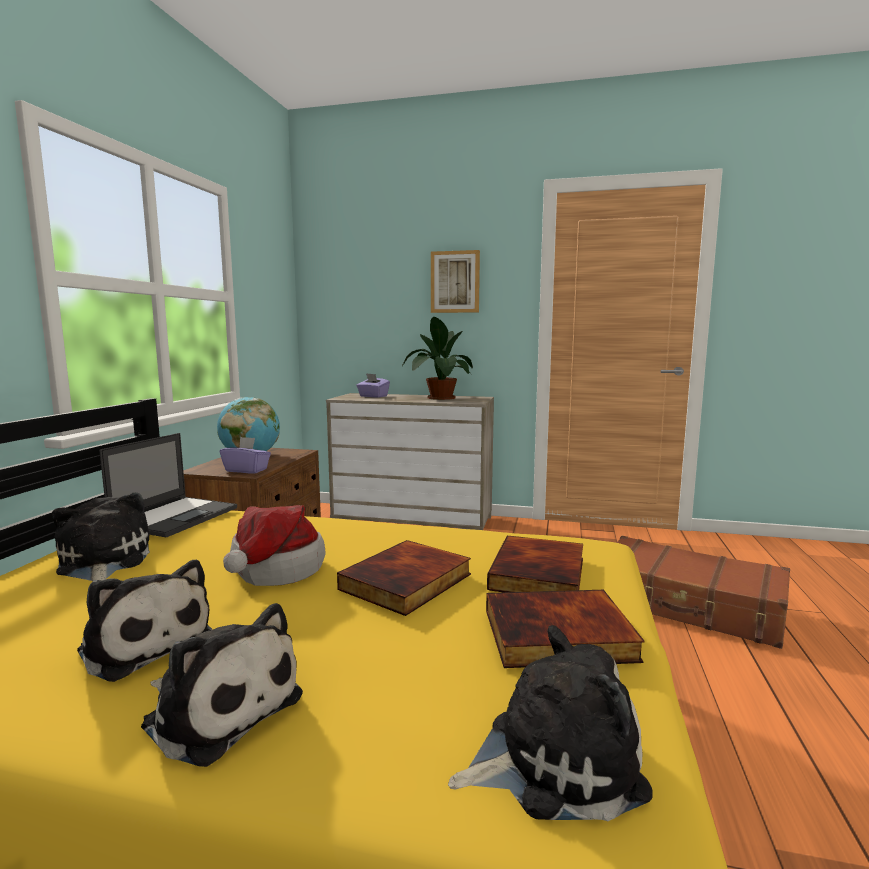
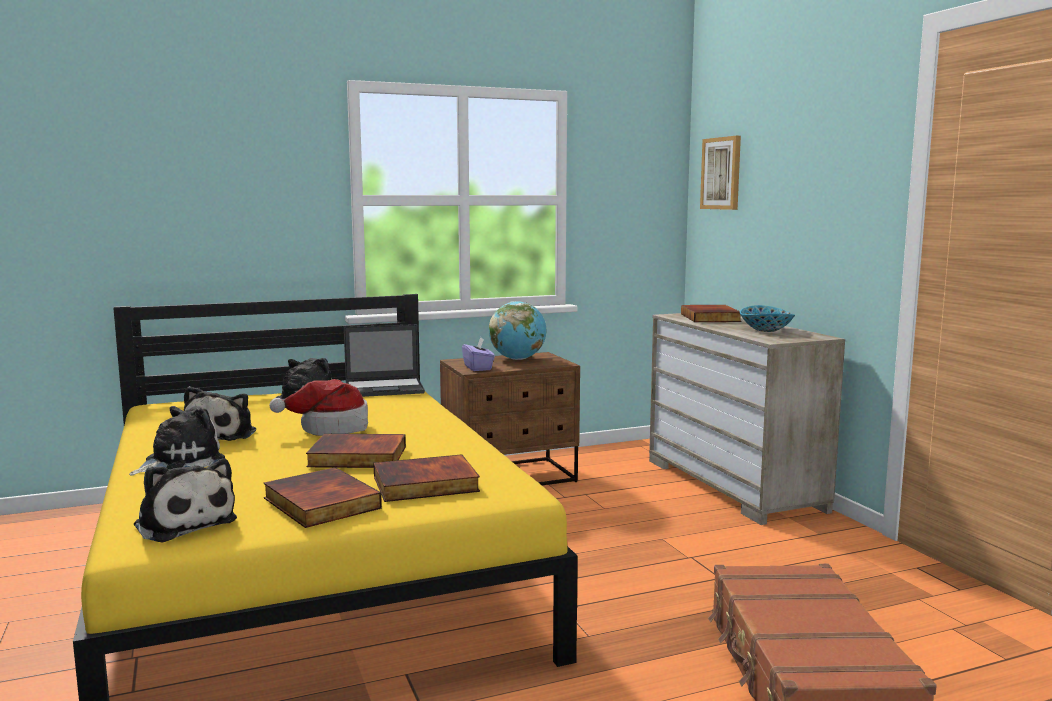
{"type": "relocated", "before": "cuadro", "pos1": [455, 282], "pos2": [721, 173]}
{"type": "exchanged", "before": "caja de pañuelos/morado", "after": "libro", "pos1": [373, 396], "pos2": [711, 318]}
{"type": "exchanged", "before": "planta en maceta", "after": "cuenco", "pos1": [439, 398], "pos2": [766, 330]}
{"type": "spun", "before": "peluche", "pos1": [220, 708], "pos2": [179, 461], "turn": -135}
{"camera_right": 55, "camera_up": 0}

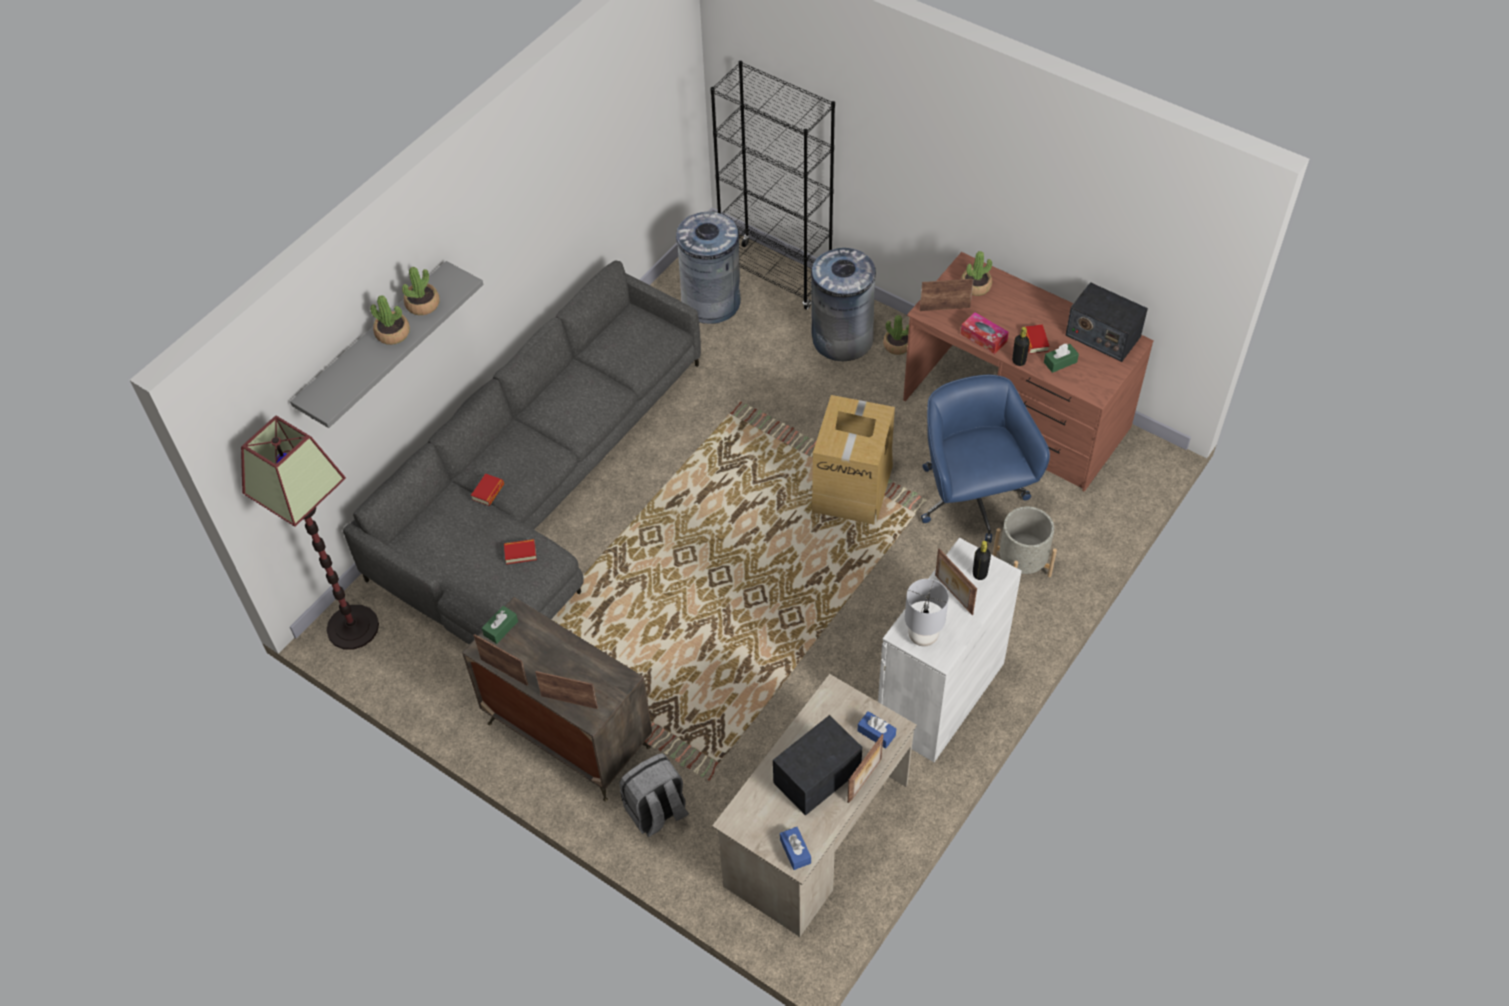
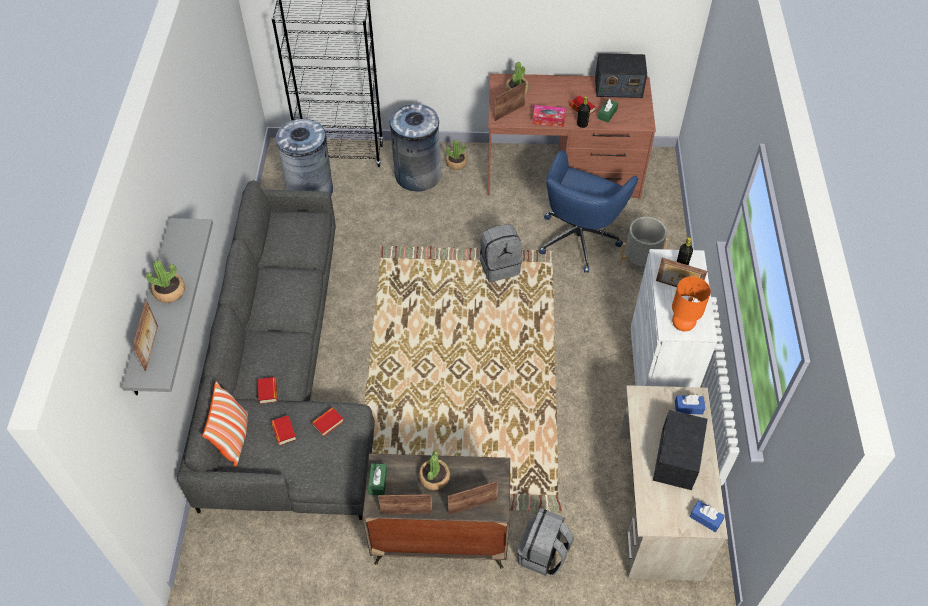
{"type": "missing", "before": "lámpara de pie", "pos1": [353, 627]}
{"type": "appeared", "after": "cojín", "pos2": [233, 438]}
{"type": "appeared", "after": "libro", "pos2": [284, 432]}
{"type": "relocated", "before": "planta en maceta", "pos1": [422, 304], "pos2": [434, 477]}
{"type": "relocated", "before": "portarretratos", "pos1": [865, 780], "pos2": [152, 348]}
{"type": "exchanged", "before": "caja de cartón", "after": "mochila/gris", "pos1": [852, 487], "pos2": [499, 266]}
{"type": "colour", "before": "lámpara de mesa/gris", "after": "lámpara de mesa/naranja", "pos1": [922, 636], "pos2": [682, 324]}
{"type": "spun", "before": "silla de oficina/azul", "pos1": [971, 500], "pos2": [579, 237], "turn": -105}
{"camera_right": -35, "camera_up": 0}

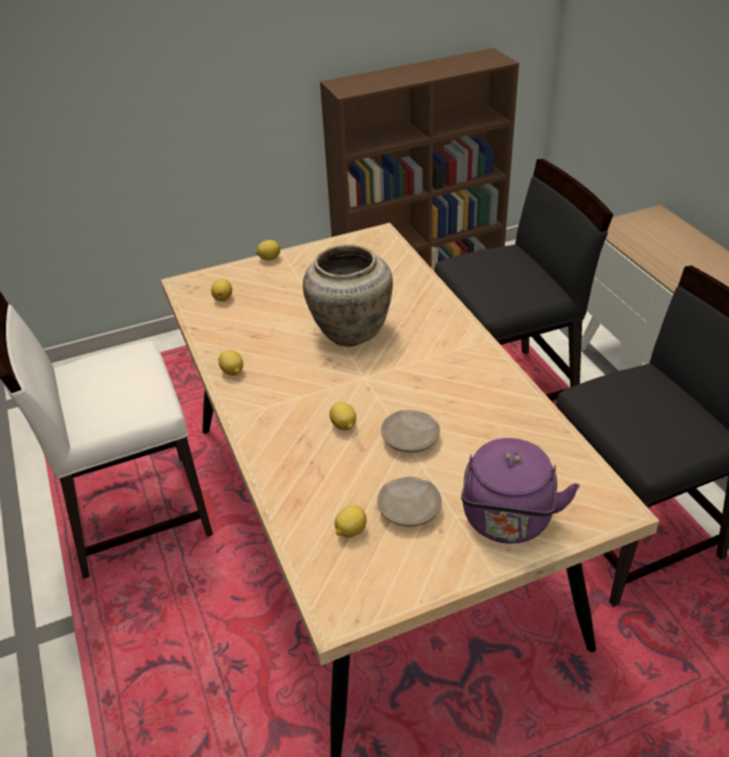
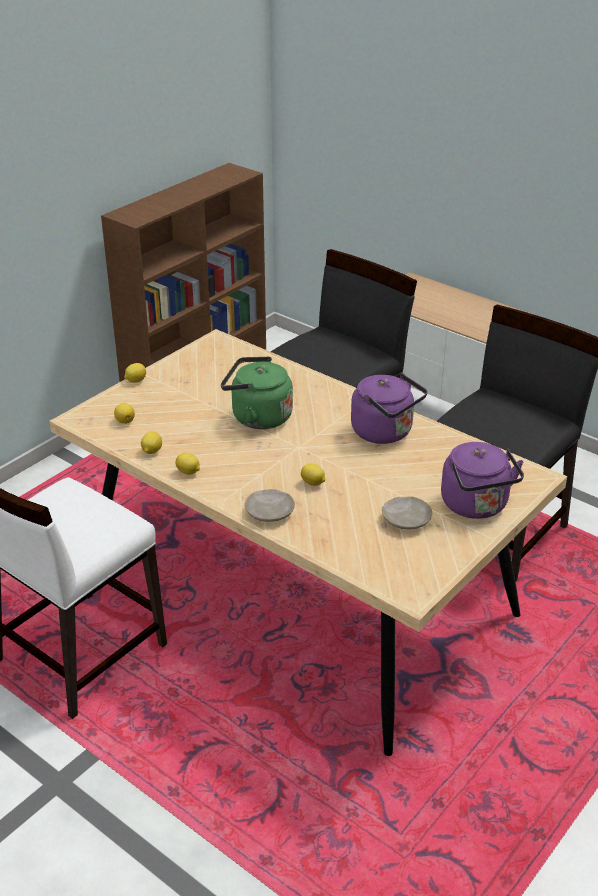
{"type": "appeared", "after": "hervidor/morado", "pos2": [385, 432]}
{"type": "relocated", "before": "limón", "pos1": [350, 531], "pos2": [151, 451]}
{"type": "relocated", "before": "plato/beis", "pos1": [411, 438], "pos2": [270, 512]}
{"type": "exchanged", "before": "florero/beis", "after": "hervidor/verde", "pos1": [350, 330], "pos2": [257, 417]}
{"camera_right": -30, "camera_up": -5}

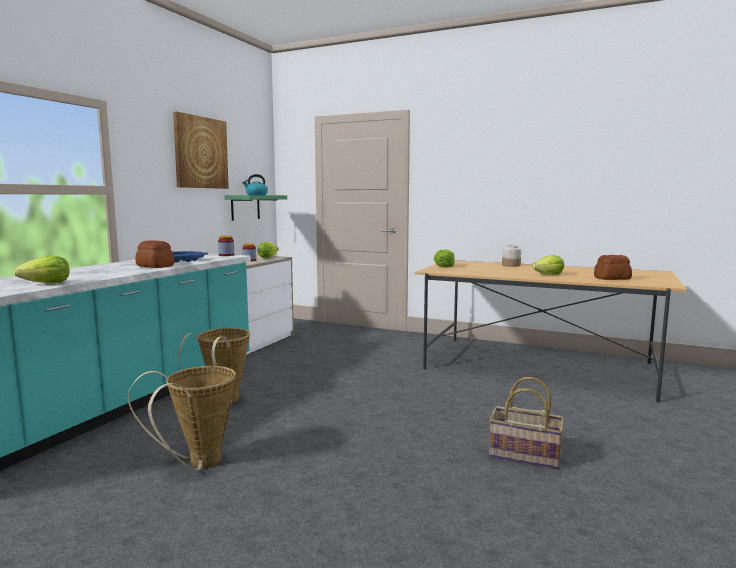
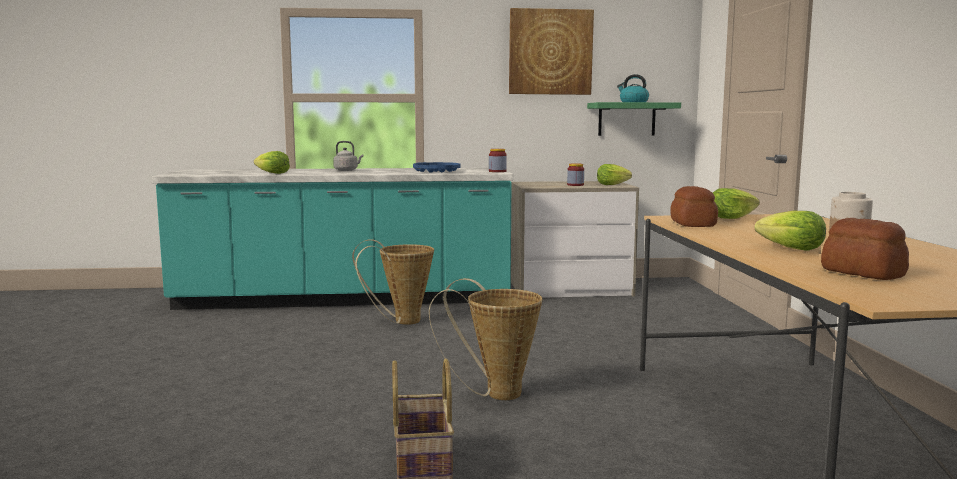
{"type": "appeared", "after": "hervidor/gris", "pos2": [347, 170]}
{"type": "relocated", "before": "cesta", "pos1": [198, 464], "pos2": [495, 393]}
{"type": "relocated", "before": "pan", "pos1": [155, 266], "pos2": [693, 224]}
{"camera_right": 60, "camera_up": 0}

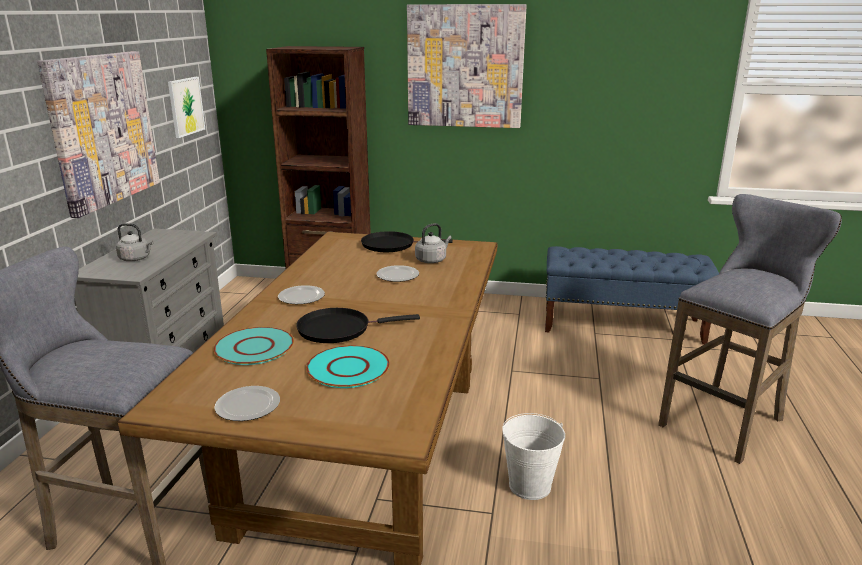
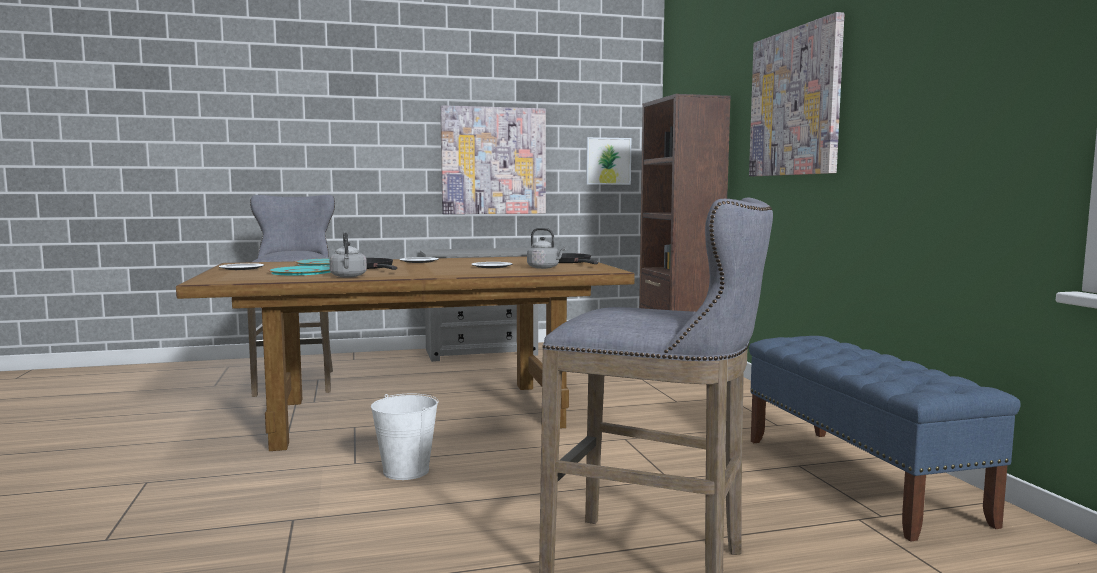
{"type": "relocated", "before": "hervidor/gris", "pos1": [136, 259], "pos2": [348, 276]}
{"camera_right": 65, "camera_up": -15}

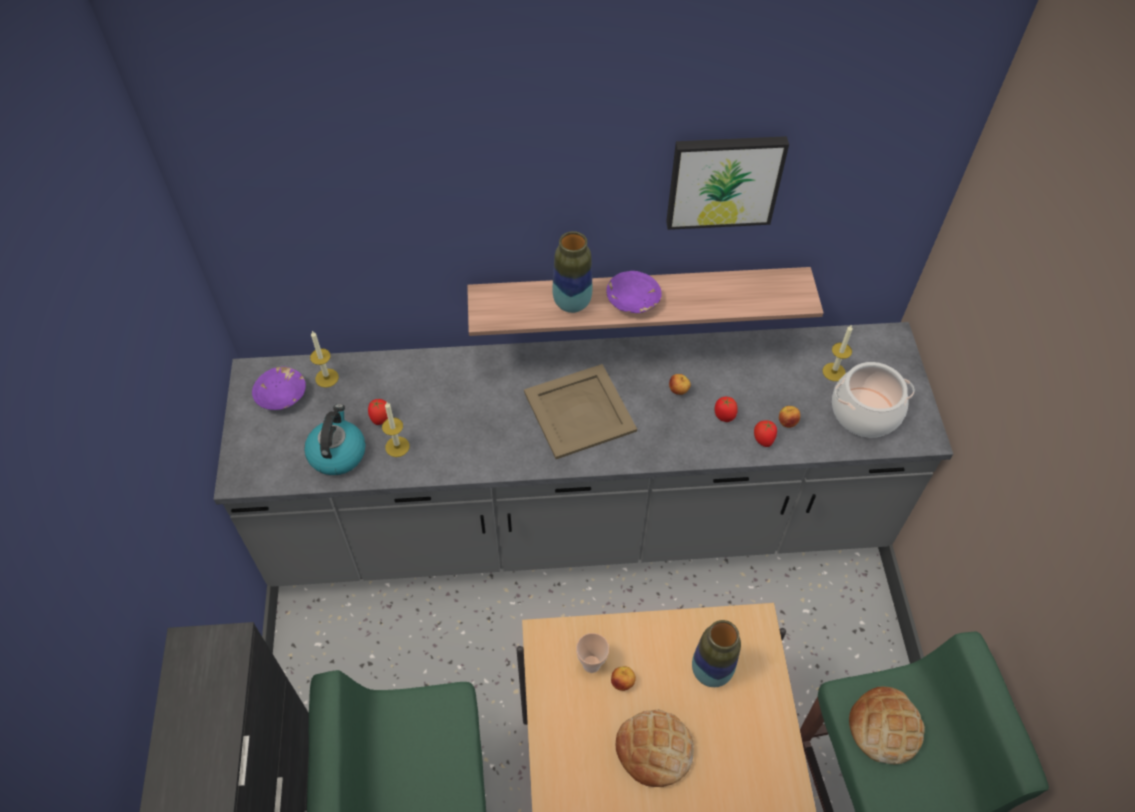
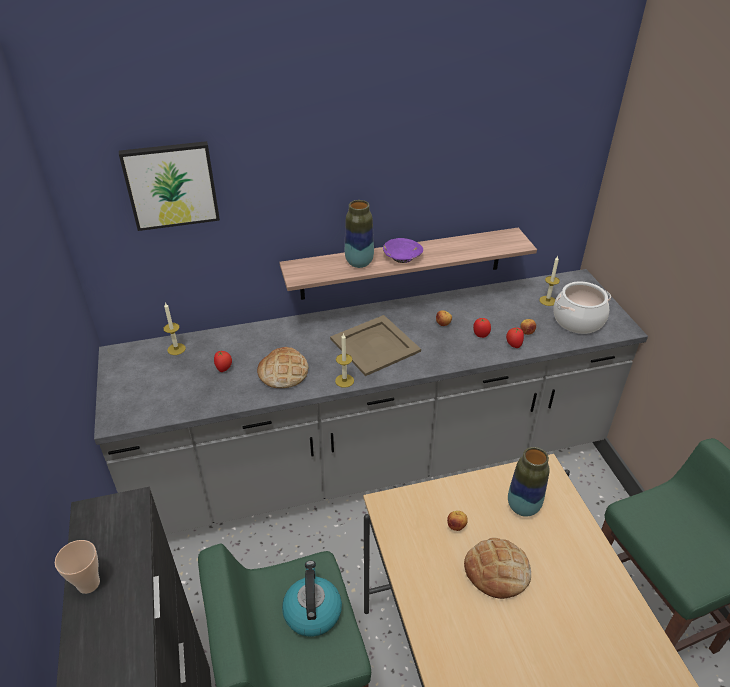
{"type": "missing", "before": "cuenco/morado", "pos1": [282, 395]}
{"type": "relocated", "before": "hervidor", "pos1": [337, 453], "pos2": [312, 611]}
{"type": "relocated", "before": "vela", "pos1": [397, 446], "pos2": [344, 380]}
{"type": "relocated", "before": "taza", "pos1": [591, 664], "pos2": [88, 583]}
{"type": "relocated", "before": "cuadro", "pos1": [724, 180], "pos2": [171, 185]}
{"type": "relocated", "before": "pan", "pos1": [884, 727], "pos2": [283, 372]}
{"camera_right": -10, "camera_up": -15}

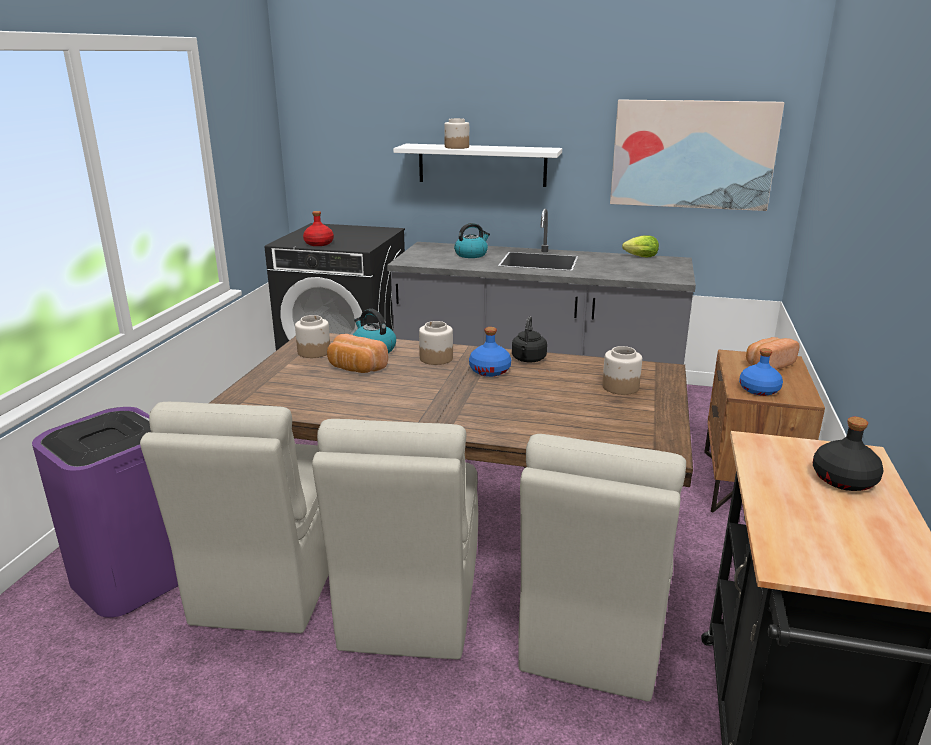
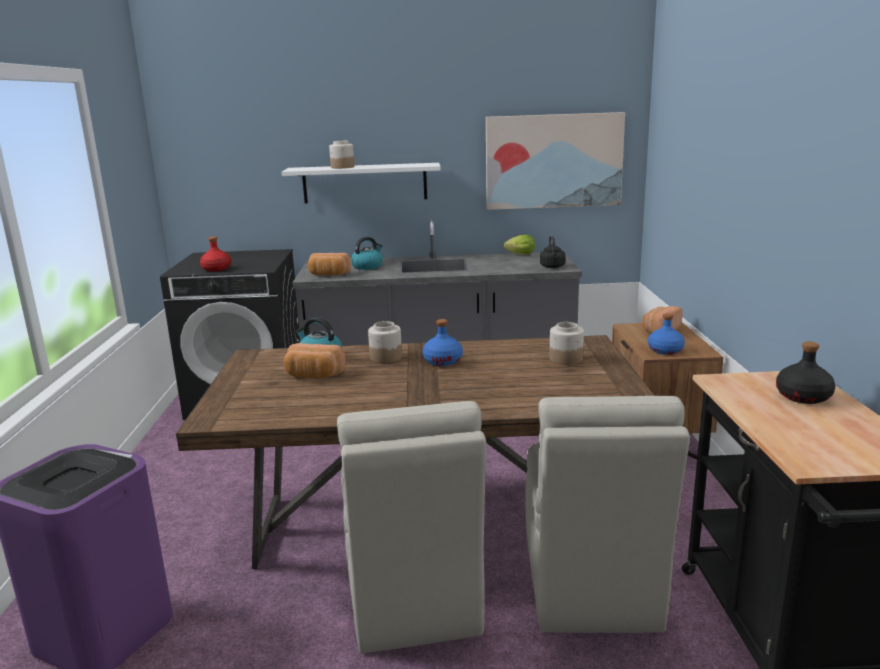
{"type": "missing", "before": "silla/beis", "pos1": [268, 583]}
{"type": "missing", "before": "tarro", "pos1": [314, 352]}
{"type": "appeared", "after": "pan", "pos2": [328, 275]}
{"type": "relocated", "before": "hervidor/negro", "pos1": [528, 360], "pos2": [552, 267]}
{"camera_right": -15, "camera_up": -5}

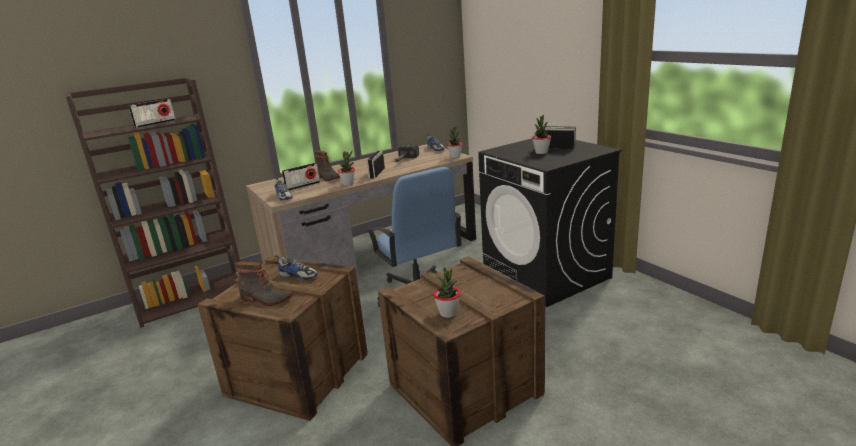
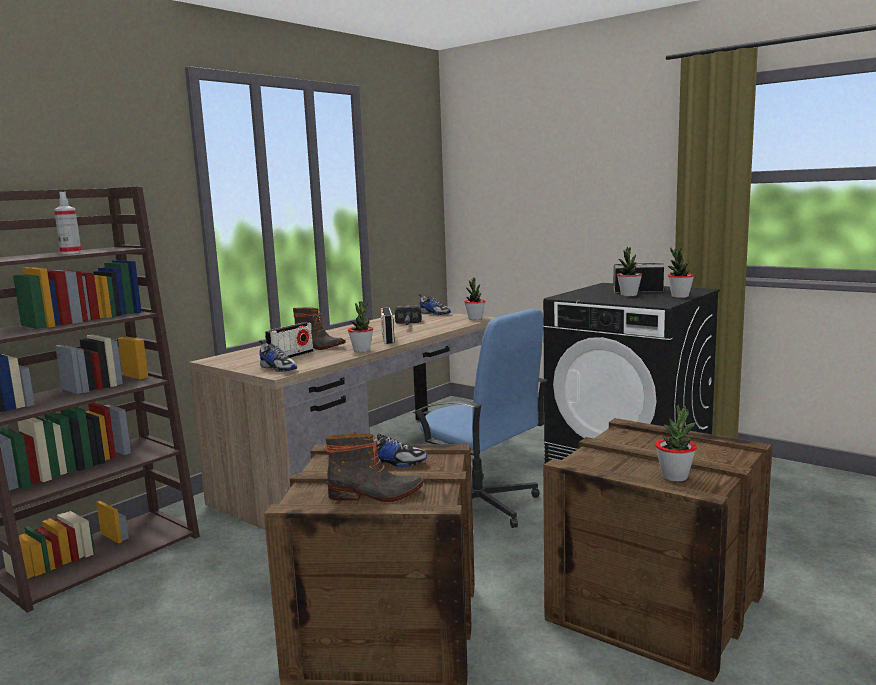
{"type": "appeared", "after": "planta en maceta", "pos2": [680, 296]}
{"type": "exchanged", "before": "radio", "after": "pulverizador", "pos1": [155, 124], "pos2": [71, 253]}
{"camera_right": -20, "camera_up": -10}

